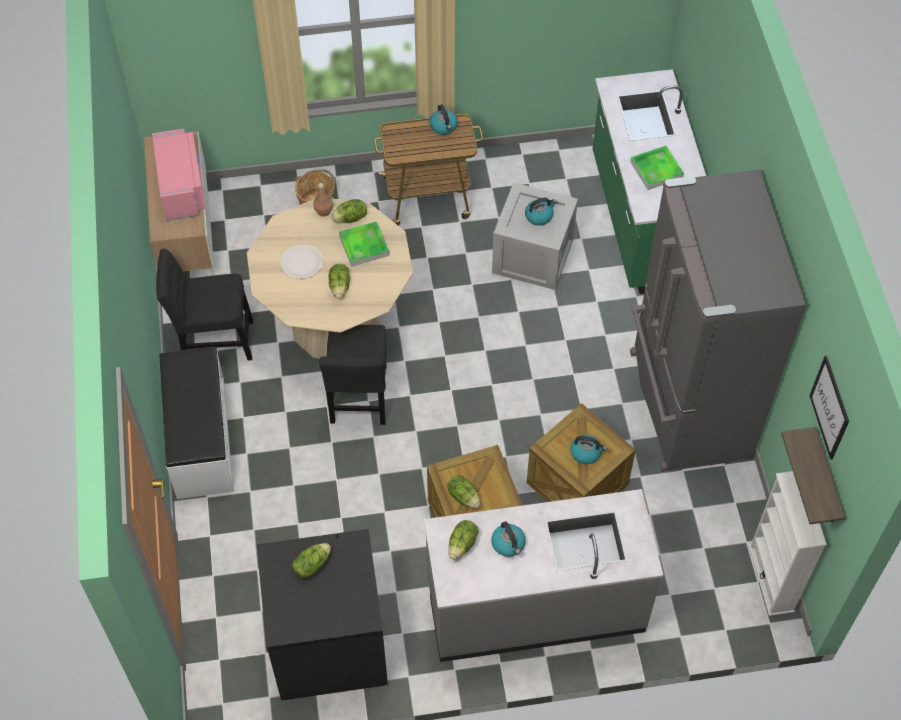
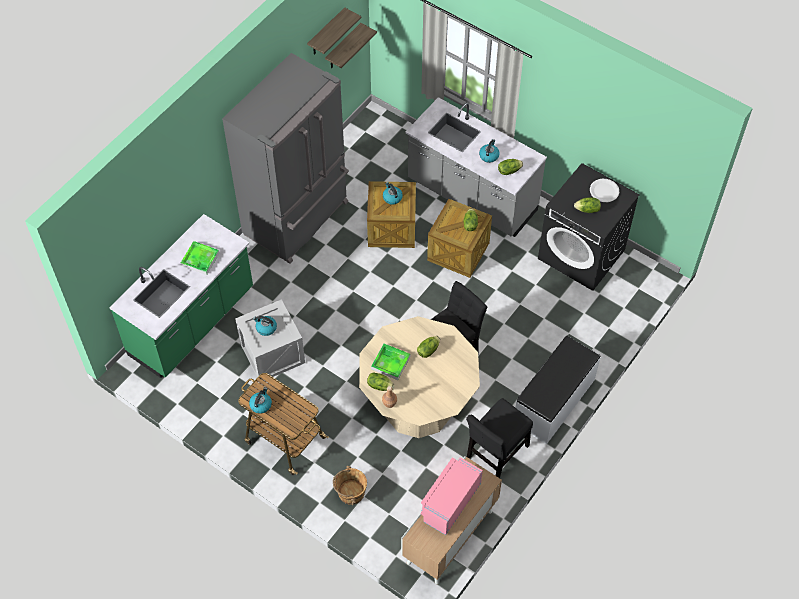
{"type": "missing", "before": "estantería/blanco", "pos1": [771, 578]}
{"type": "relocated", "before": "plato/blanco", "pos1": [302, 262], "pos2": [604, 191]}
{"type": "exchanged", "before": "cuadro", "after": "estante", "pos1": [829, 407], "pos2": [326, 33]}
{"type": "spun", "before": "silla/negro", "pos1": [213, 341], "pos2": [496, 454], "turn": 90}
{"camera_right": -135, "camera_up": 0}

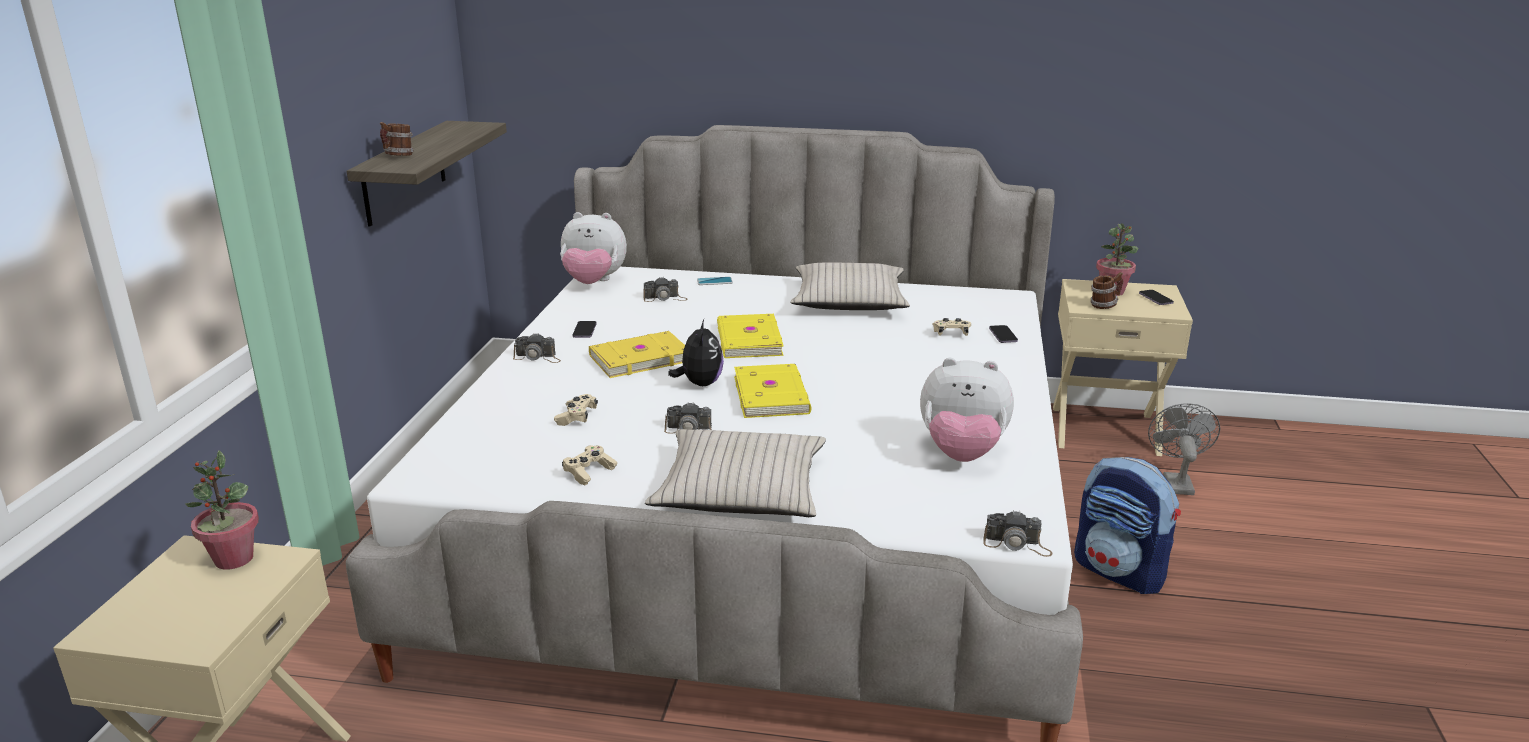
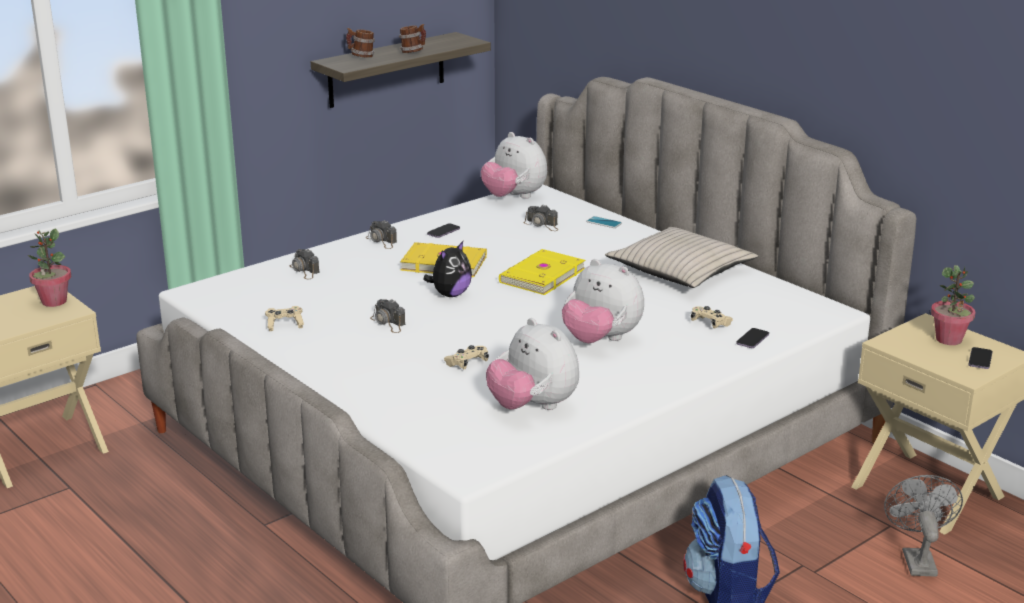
{"type": "missing", "before": "cojín/beis", "pos1": [740, 490]}
{"type": "missing", "before": "libro/amarillo", "pos1": [773, 395]}
{"type": "appeared", "after": "peluche", "pos2": [601, 340]}
{"type": "relocated", "before": "mando de consola/beis", "pos1": [577, 417], "pos2": [467, 363]}
{"type": "relocated", "before": "cámara", "pos1": [1017, 544], "pos2": [304, 270]}
{"type": "relocated", "before": "taza grande", "pos1": [1104, 305], "pos2": [413, 52]}
{"type": "spun", "before": "ventilador/gris", "pos1": [1176, 481], "pos2": [916, 559], "turn": -45}
{"camera_right": 40, "camera_up": 0}

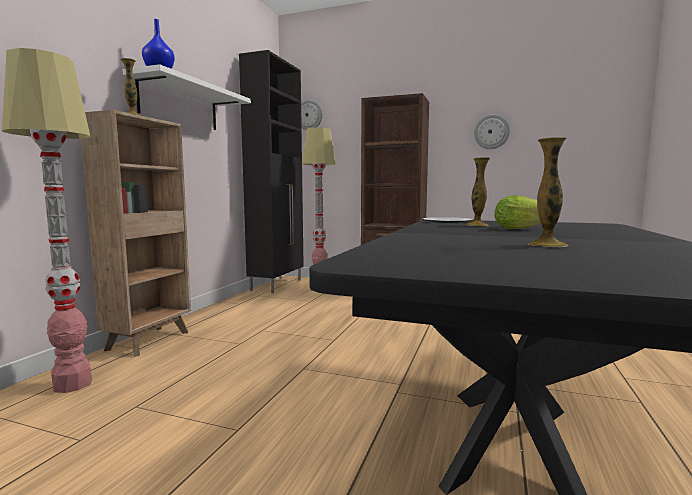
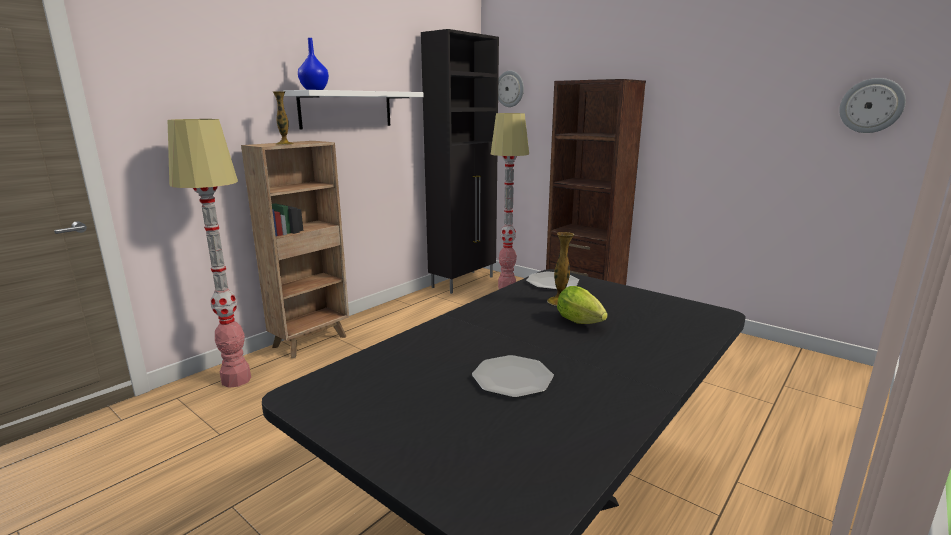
{"type": "relocated", "before": "reloj de pared", "pos1": [491, 132], "pos2": [871, 105]}
{"type": "exchanged", "before": "florero", "after": "plato", "pos1": [548, 245], "pos2": [512, 378]}
{"camera_right": 20, "camera_up": 10}

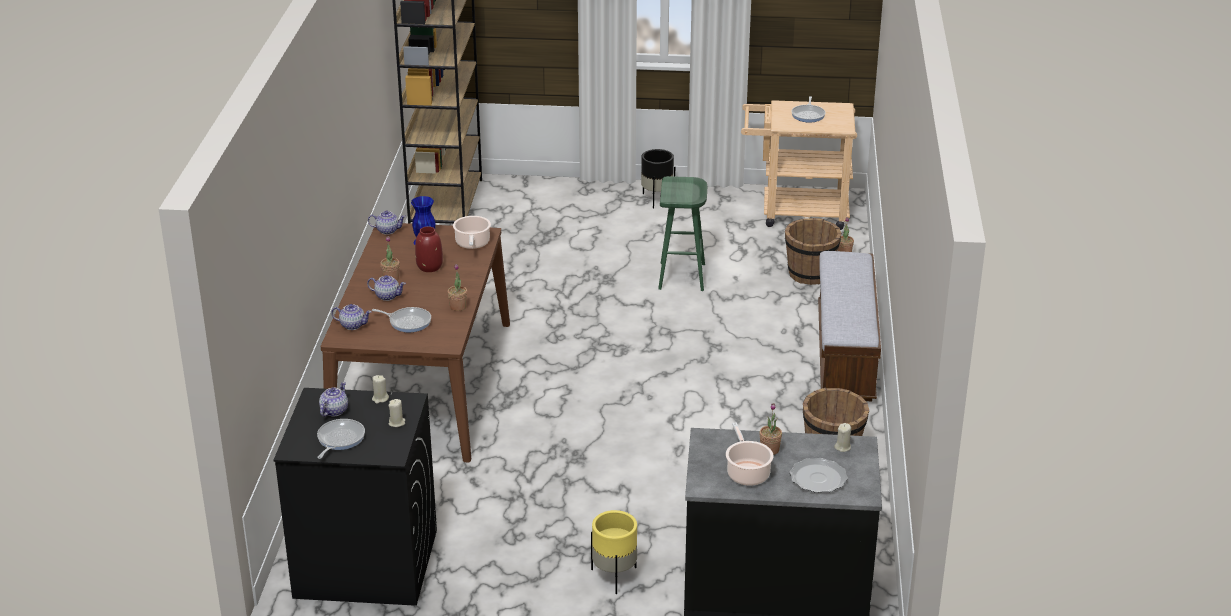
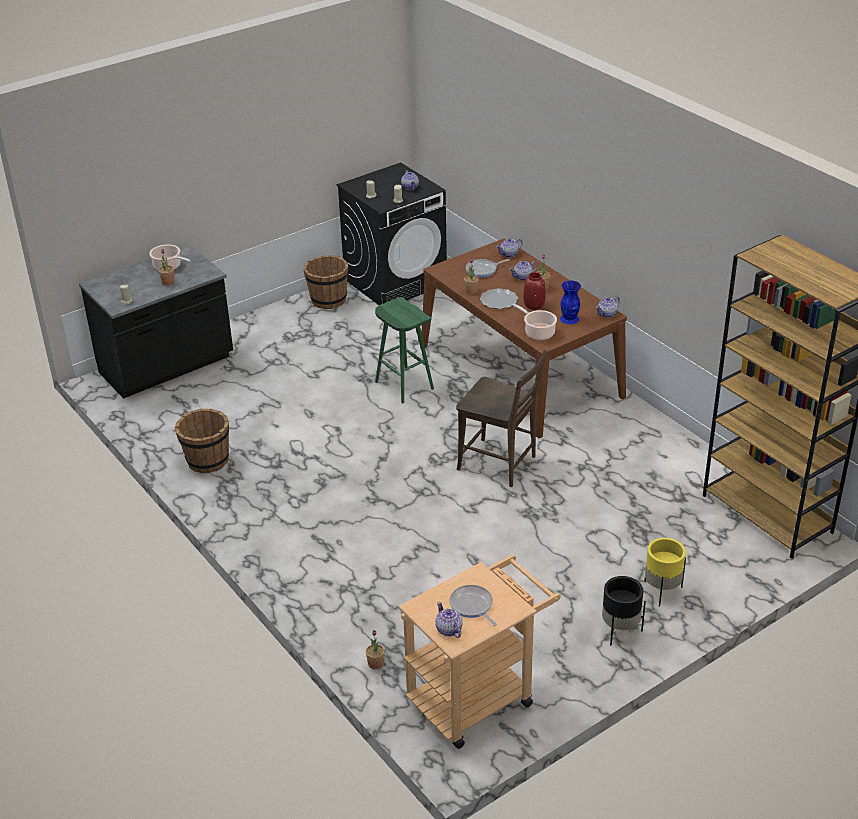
{"type": "missing", "before": "sartén", "pos1": [339, 439]}
{"type": "missing", "before": "banco", "pos1": [845, 353]}
{"type": "appeared", "after": "tetera", "pos2": [449, 630]}
{"type": "appeared", "after": "silla/marrón", "pos2": [500, 464]}
{"type": "relocated", "before": "maceta/amarillo", "pos1": [615, 577], "pos2": [661, 591]}
{"type": "relocated", "before": "taburete/verde", "pos1": [682, 277], "pos2": [403, 385]}
{"type": "relocated", "before": "cubo/marrón", "pos1": [810, 274], "pos2": [328, 300]}
{"type": "relocated", "before": "plato", "pos1": [818, 478], "pos2": [498, 300]}
{"camera_right": 140, "camera_up": 5}

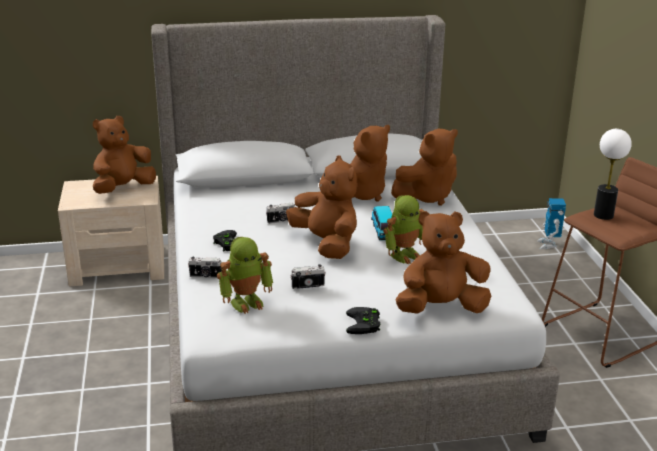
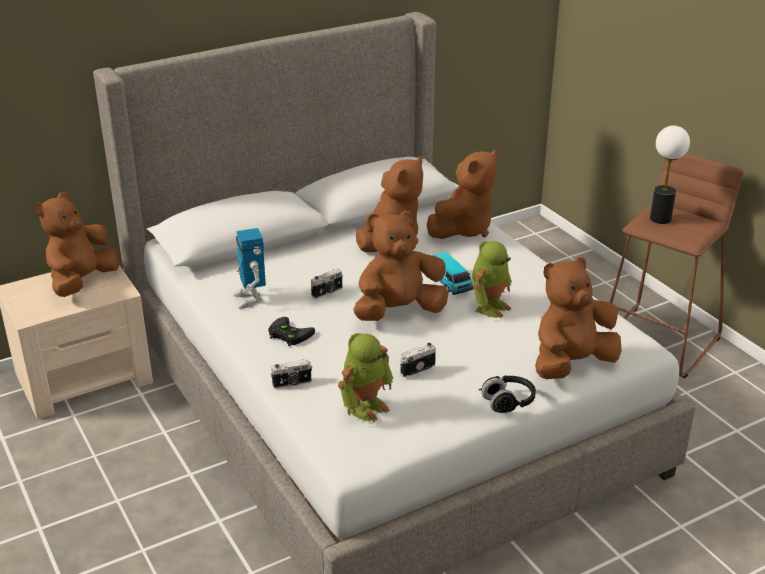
{"type": "relocated", "before": "robot de juguete", "pos1": [548, 245], "pos2": [250, 299]}
{"type": "exchanged", "before": "mando de consola/negro", "after": "auriculares/negro", "pos1": [364, 324], "pos2": [508, 402]}
{"type": "spun", "before": "peluche/marrón", "pos1": [326, 244], "pos2": [399, 311], "turn": -60}
{"camera_right": -20, "camera_up": 5}

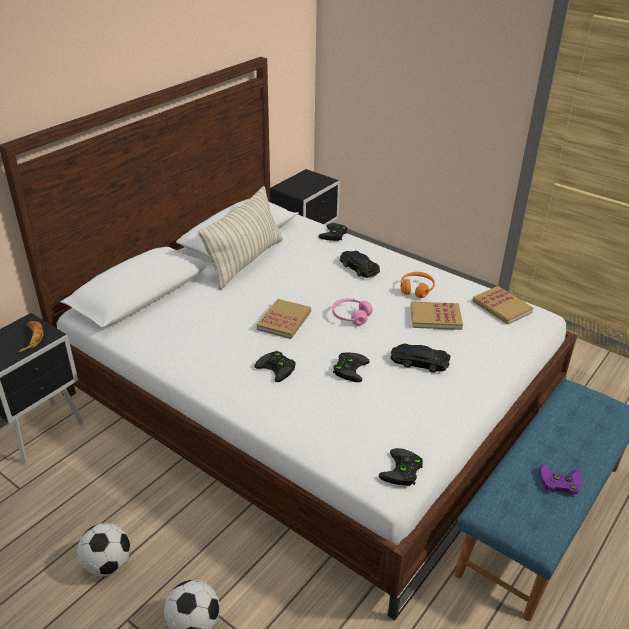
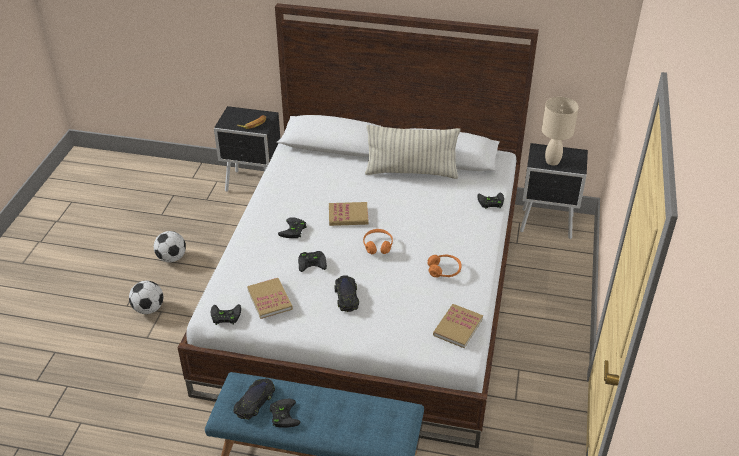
{"type": "appeared", "after": "lámpara de mesa/beis", "pos2": [553, 161]}
{"type": "relocated", "before": "coche de juguete/negro", "pos1": [358, 267], "pos2": [255, 401]}
{"type": "relocated", "before": "libro", "pos1": [435, 317], "pos2": [269, 299]}
{"type": "colour", "before": "auriculares/rosa", "after": "auriculares/naranja", "pos1": [351, 316], "pos2": [378, 245]}
{"type": "colour", "before": "mando de consola/morado", "after": "mando de consola/negro", "pos1": [558, 482], "pos2": [283, 414]}
{"camera_right": 65, "camera_up": 5}

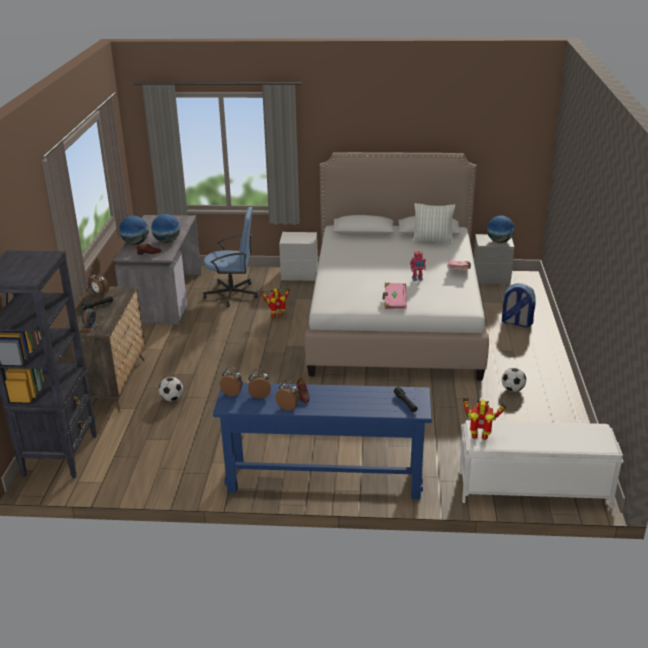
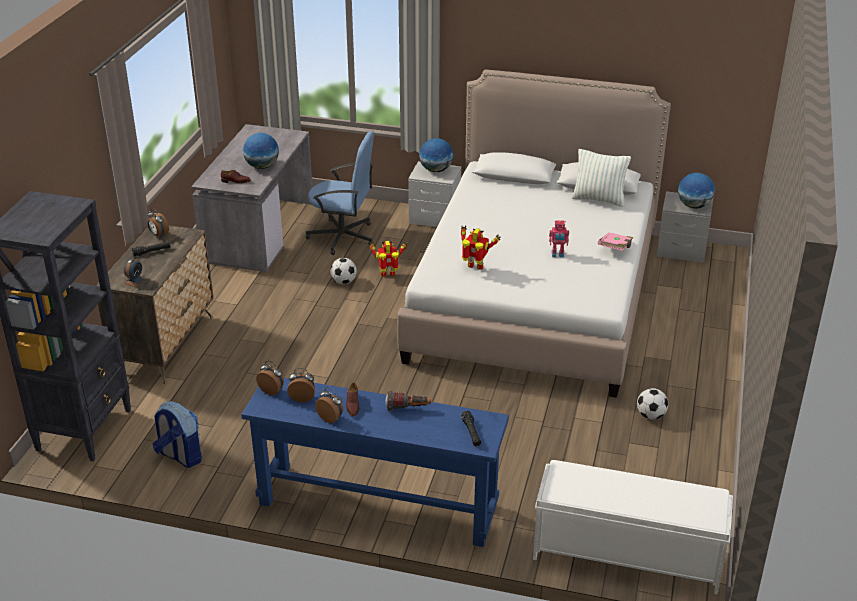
{"type": "missing", "before": "libro/rosa", "pos1": [394, 302]}
{"type": "appeared", "after": "linterna", "pos2": [408, 409]}
{"type": "relocated", "before": "globo terráqueo", "pos1": [135, 243], "pos2": [436, 170]}
{"type": "relocated", "before": "balón de fútbol", "pos1": [172, 399], "pos2": [344, 282]}
{"type": "relocated", "before": "robot de juguete", "pos1": [480, 437], "pos2": [475, 267]}
{"type": "relocated", "before": "mochila", "pos1": [516, 322], "pos2": [180, 456]}
{"camera_right": 10, "camera_up": 5}

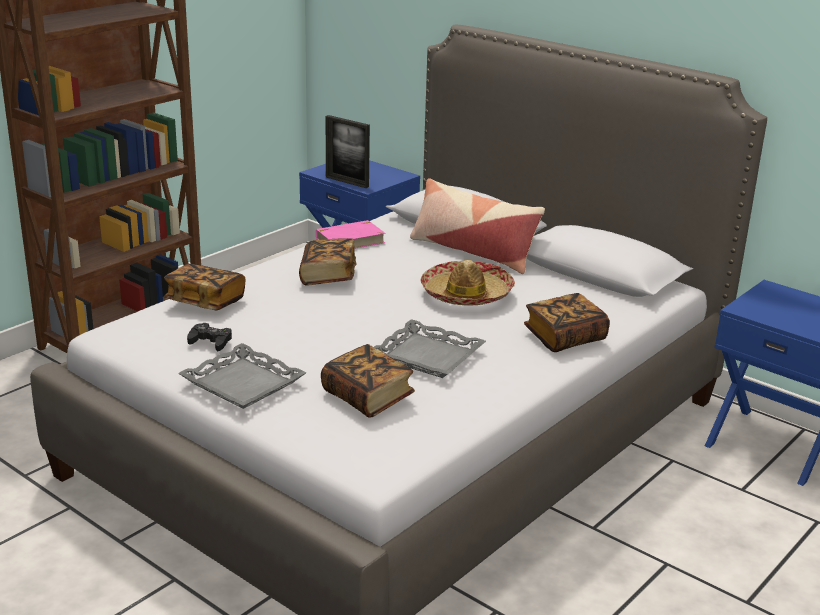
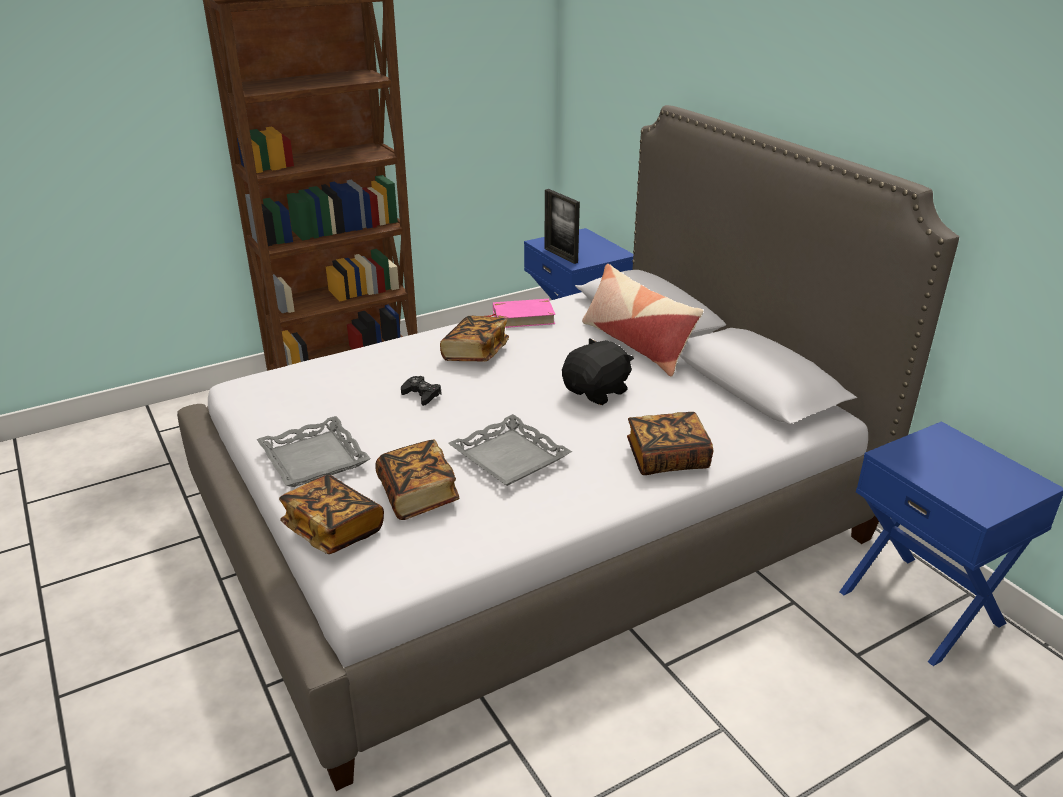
{"type": "relocated", "before": "libro", "pos1": [205, 302], "pos2": [333, 530]}
{"type": "relocated", "before": "mando de consola/negro", "pos1": [210, 342], "pos2": [421, 395]}
{"type": "exchanged", "before": "sombrero", "after": "peluche/negro", "pos1": [466, 294], "pos2": [597, 392]}
{"camera_right": 20, "camera_up": 5}

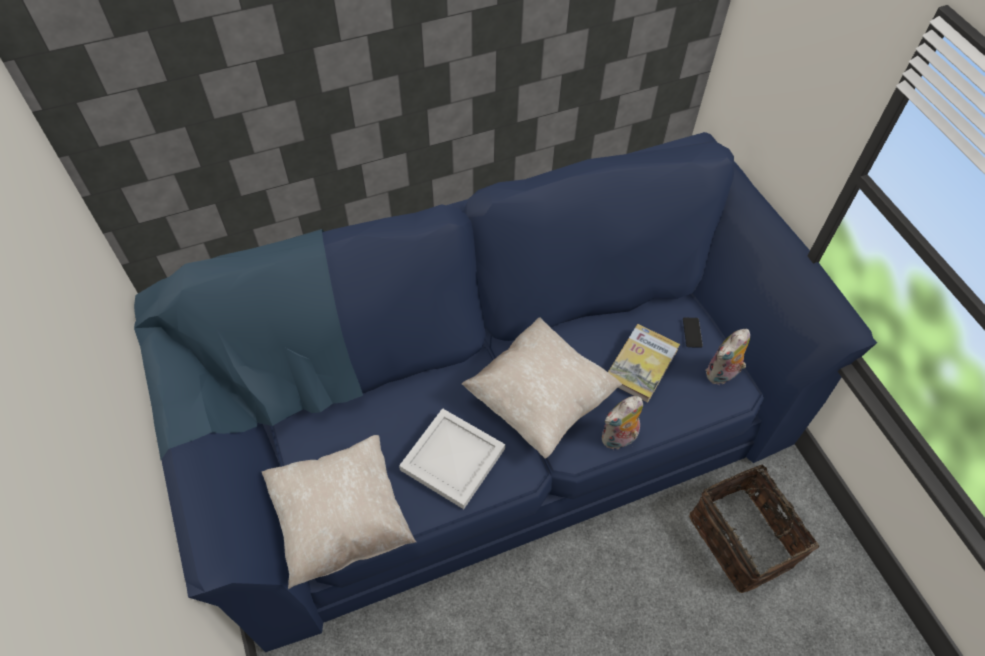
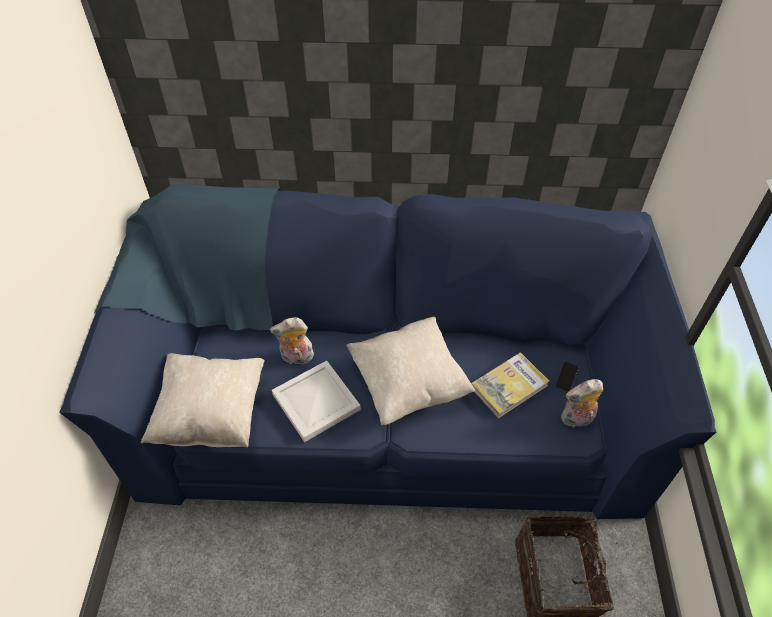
{"type": "relocated", "before": "peluche", "pos1": [619, 439], "pos2": [296, 358]}
{"camera_right": 25, "camera_up": -5}

